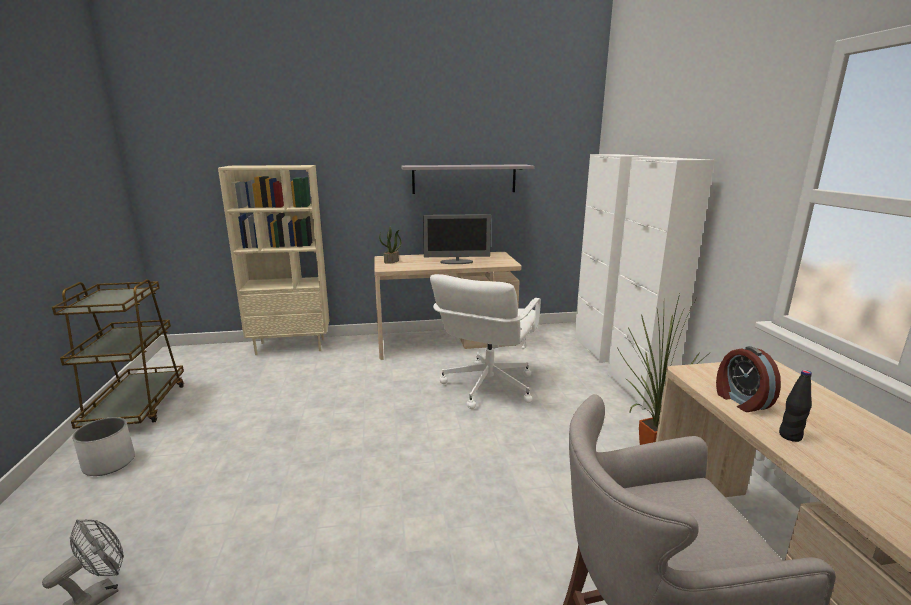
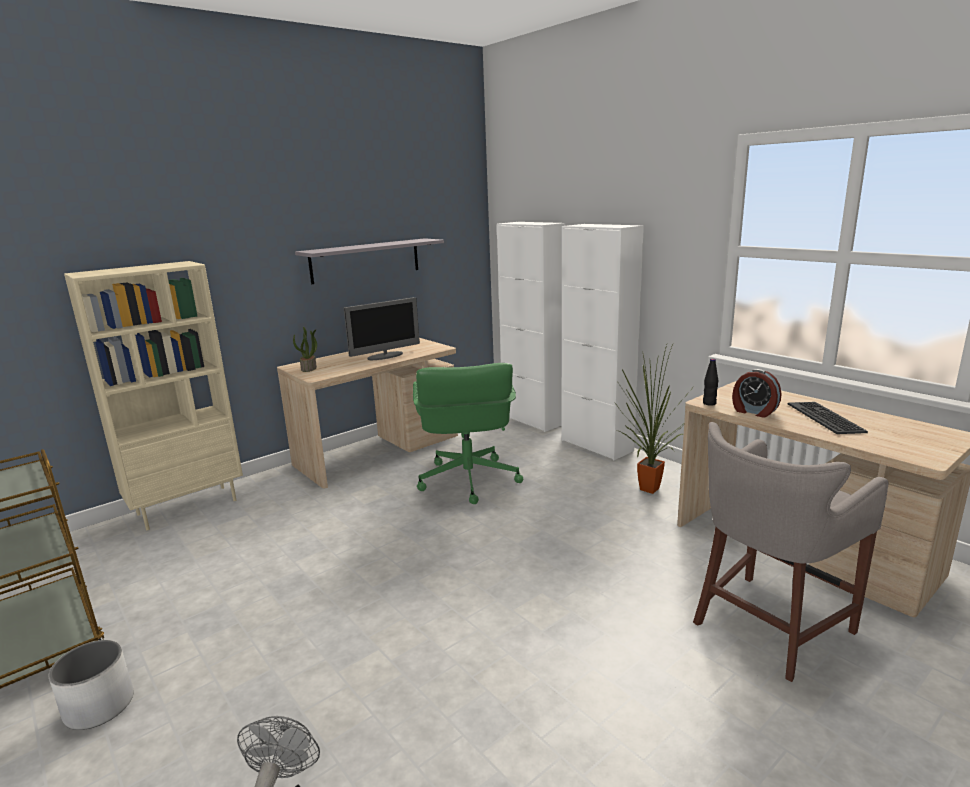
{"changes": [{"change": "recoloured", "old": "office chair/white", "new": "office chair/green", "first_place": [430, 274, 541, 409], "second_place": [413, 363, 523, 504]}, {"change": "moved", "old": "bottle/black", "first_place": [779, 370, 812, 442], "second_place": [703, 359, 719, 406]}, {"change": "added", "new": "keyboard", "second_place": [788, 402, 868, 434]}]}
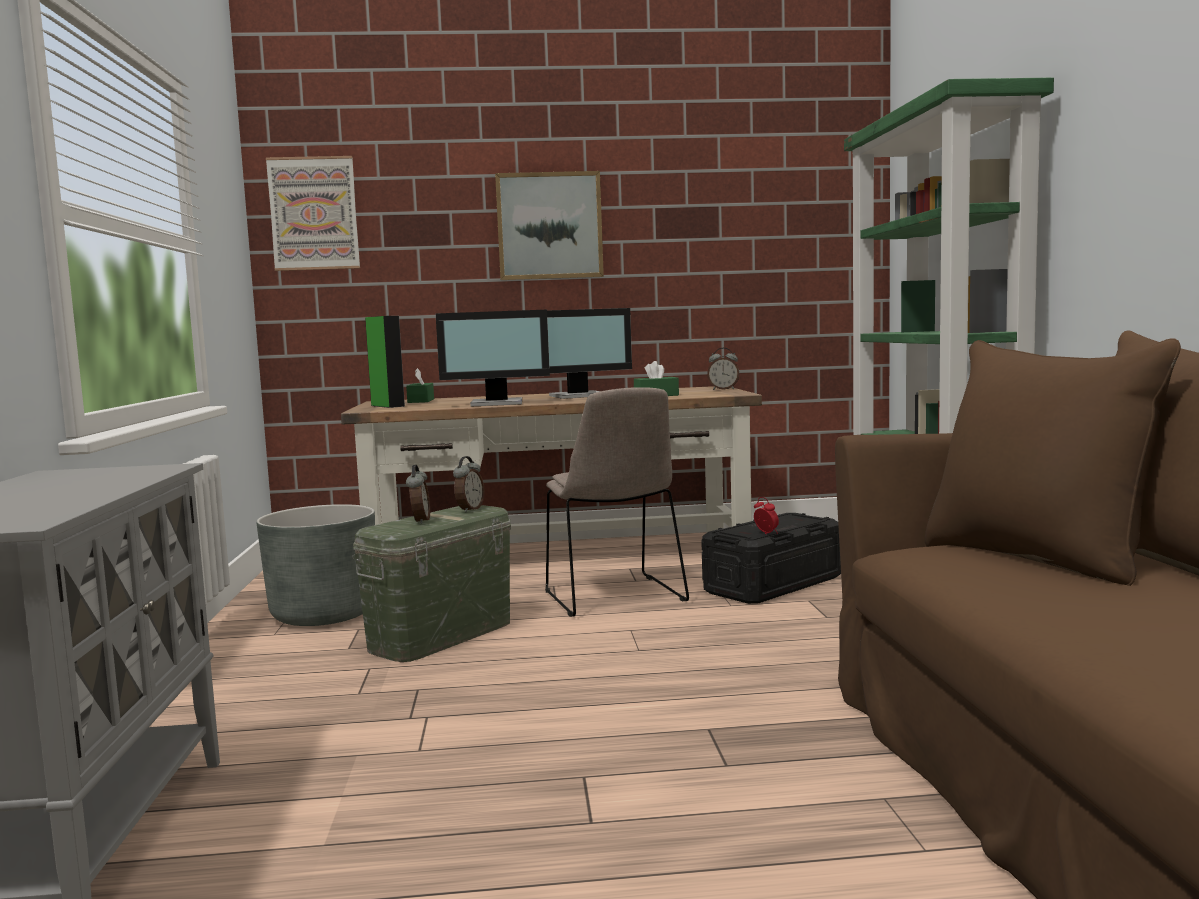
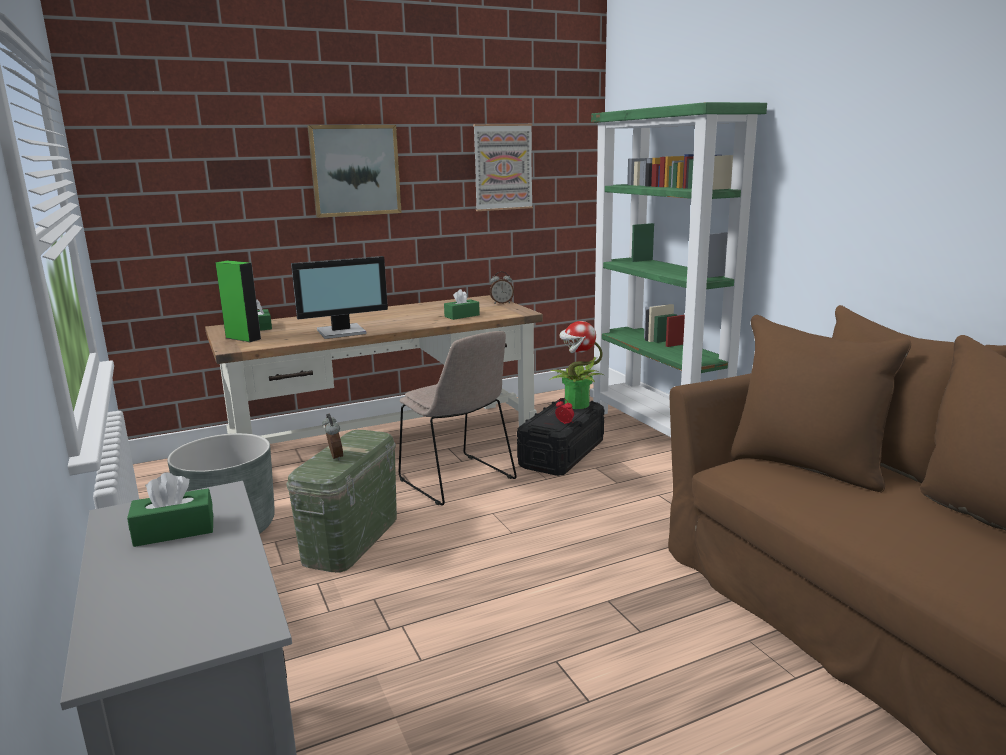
{"changes": [{"change": "added", "new": "tissue box/green", "second_place": [127, 472, 213, 547]}, {"change": "moved", "old": "picture", "first_place": [266, 156, 360, 271], "second_place": [473, 124, 533, 211]}, {"change": "added", "new": "potted plant", "second_place": [550, 321, 604, 409]}, {"change": "removed", "old": "alarm clock", "first_place": [453, 456, 485, 513]}, {"change": "removed", "old": "monitor", "first_place": [547, 308, 632, 399]}]}
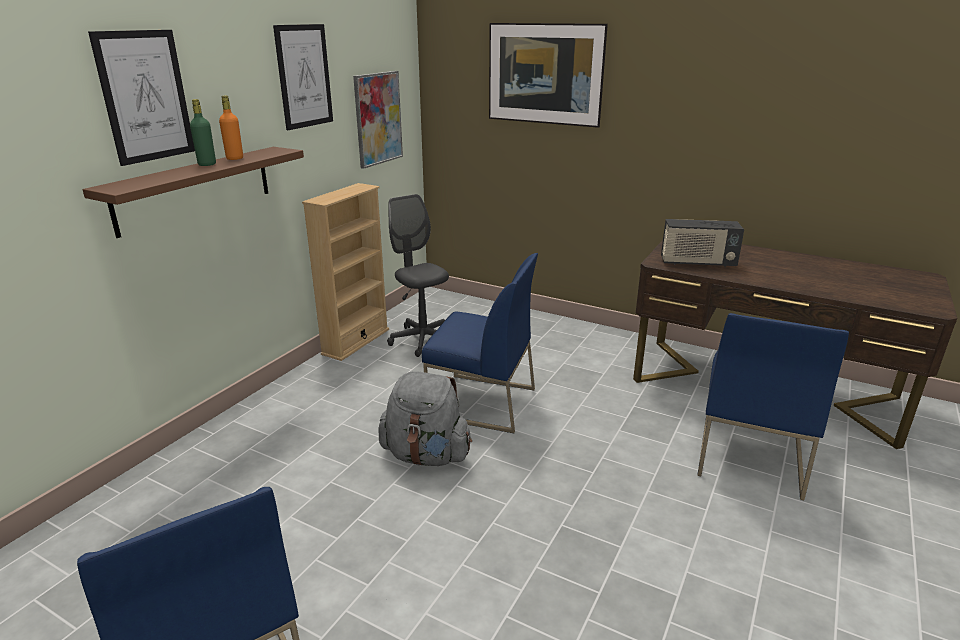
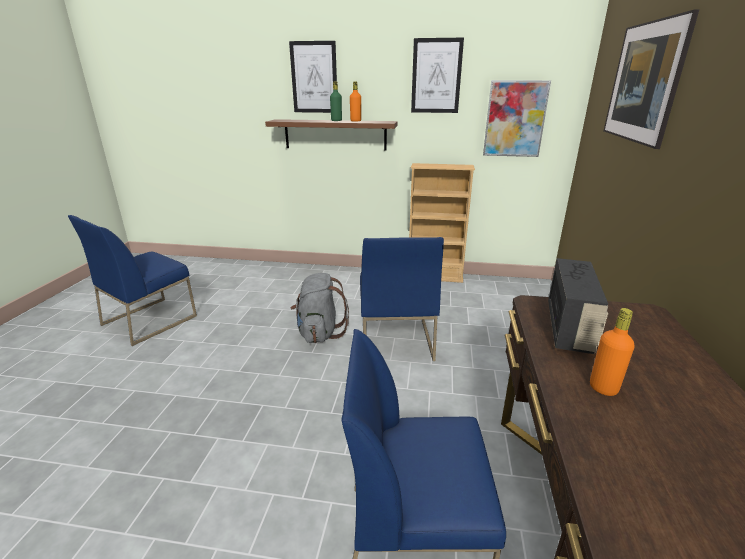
{"changes": [{"change": "turned", "old": "radio", "first_place": [661, 219, 744, 267], "second_place": [548, 258, 608, 354], "degrees": -150}, {"change": "added", "new": "bottle/orange", "second_place": [590, 308, 634, 396]}, {"change": "removed", "old": "office chair/grey", "first_place": [387, 194, 449, 357]}]}
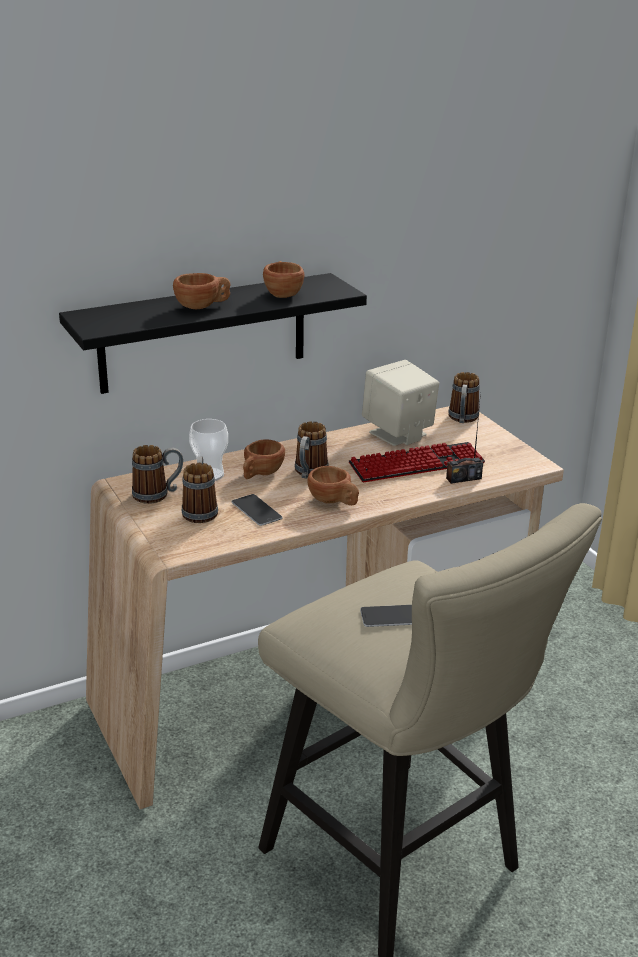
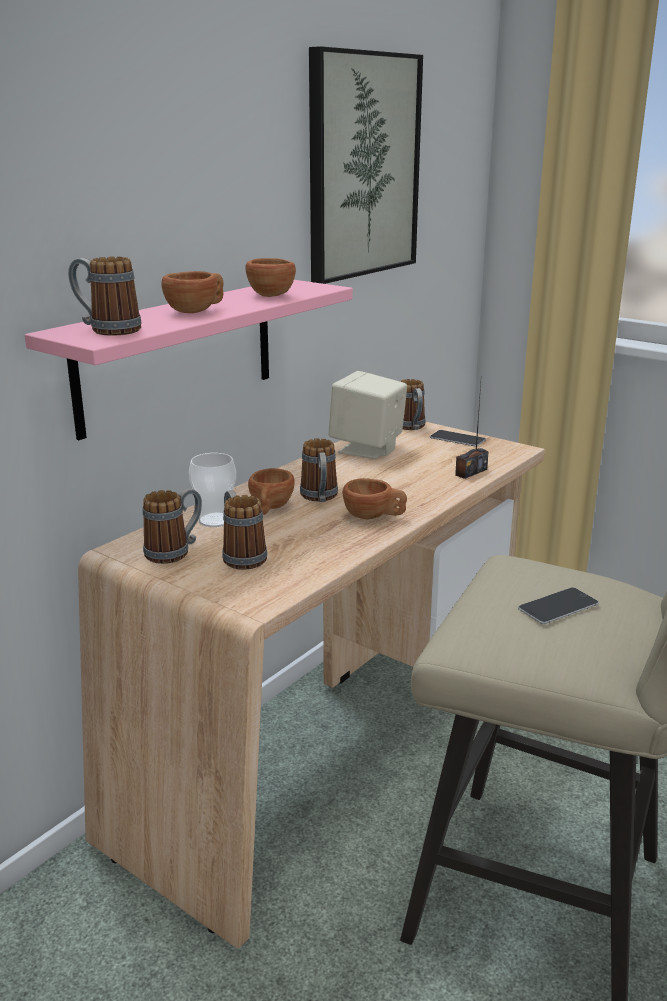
{"changes": [{"change": "recoloured", "old": "shelf/black", "new": "shelf/pink", "first_place": [59, 273, 367, 394], "second_place": [25, 280, 353, 440]}, {"change": "added", "new": "mug", "second_place": [68, 257, 142, 336]}, {"change": "added", "new": "picture", "second_place": [309, 46, 423, 284]}, {"change": "moved", "old": "phone", "first_place": [232, 494, 283, 526], "second_place": [430, 430, 486, 447]}, {"change": "removed", "old": "keyboard", "first_place": [348, 442, 485, 482]}]}
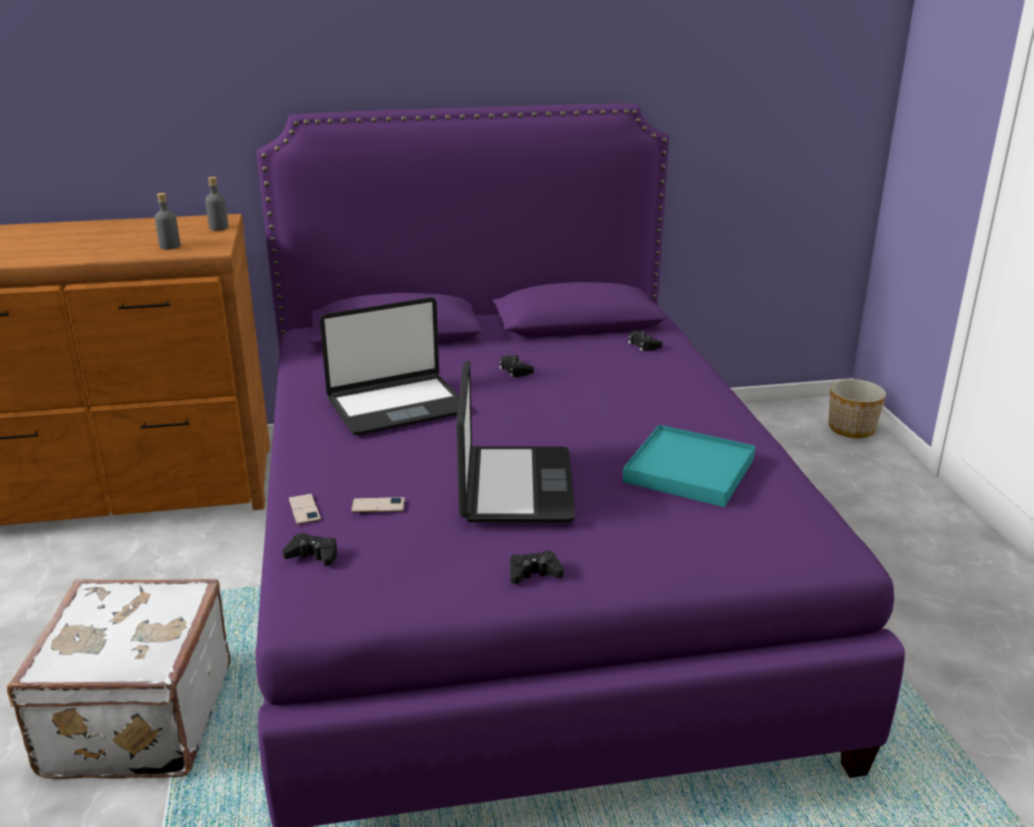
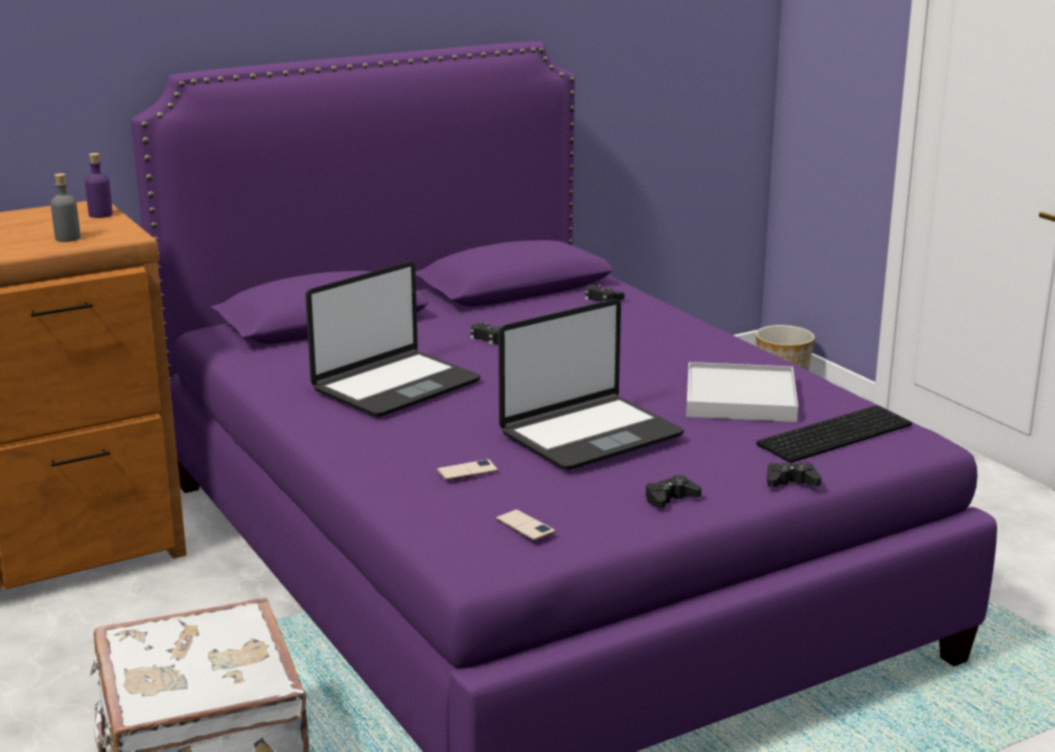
{"changes": [{"change": "recoloured", "old": "bottle/grey", "new": "bottle/purple", "first_place": [205, 177, 229, 231], "second_place": [85, 153, 113, 218]}, {"change": "moved", "old": "phone", "first_place": [289, 493, 321, 525], "second_place": [496, 509, 555, 540]}, {"change": "turned", "old": "laptop", "first_place": [456, 360, 576, 523], "second_place": [498, 299, 684, 470], "degrees": 75}, {"change": "recoloured", "old": "tray/turquoise", "new": "tray/white", "first_place": [622, 425, 755, 507], "second_place": [686, 362, 798, 422]}, {"change": "added", "new": "keyboard", "second_place": [756, 406, 912, 463]}, {"change": "moved", "old": "game controller/black", "first_place": [282, 533, 337, 566], "second_place": [767, 462, 821, 487]}]}
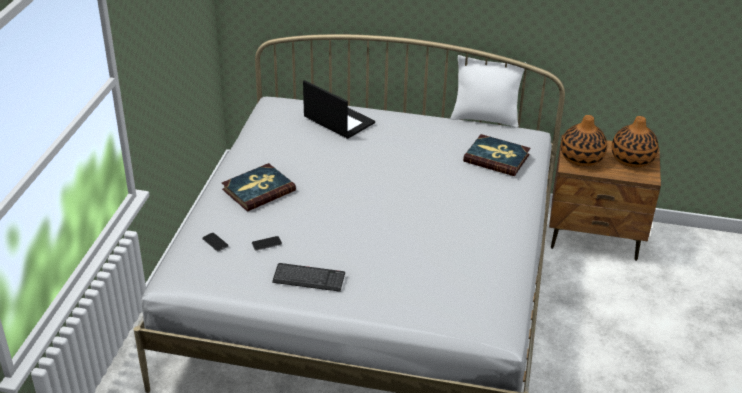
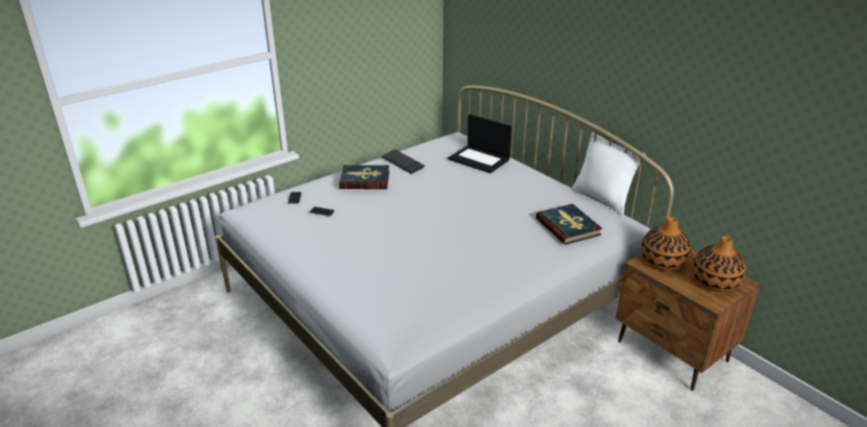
{"changes": [{"change": "moved", "old": "keyboard", "first_place": [272, 263, 345, 292], "second_place": [382, 149, 425, 174]}, {"change": "turned", "old": "laptop", "first_place": [303, 80, 375, 139], "second_place": [448, 114, 512, 173], "degrees": 135}]}
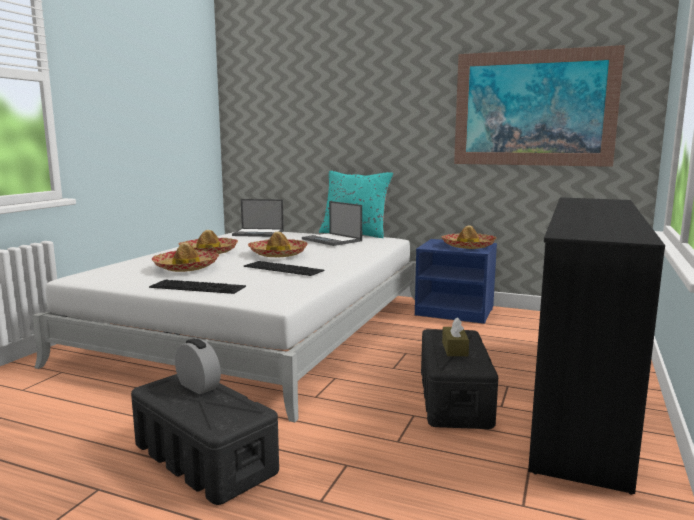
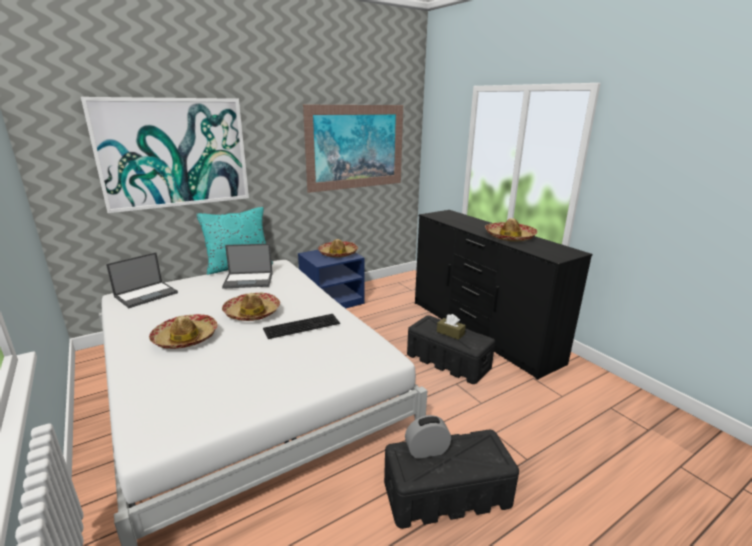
{"changes": [{"change": "added", "new": "picture", "second_place": [81, 97, 249, 213]}, {"change": "moved", "old": "hat", "first_place": [152, 242, 219, 272], "second_place": [485, 218, 538, 242]}, {"change": "removed", "old": "keyboard", "first_place": [149, 280, 246, 294]}]}
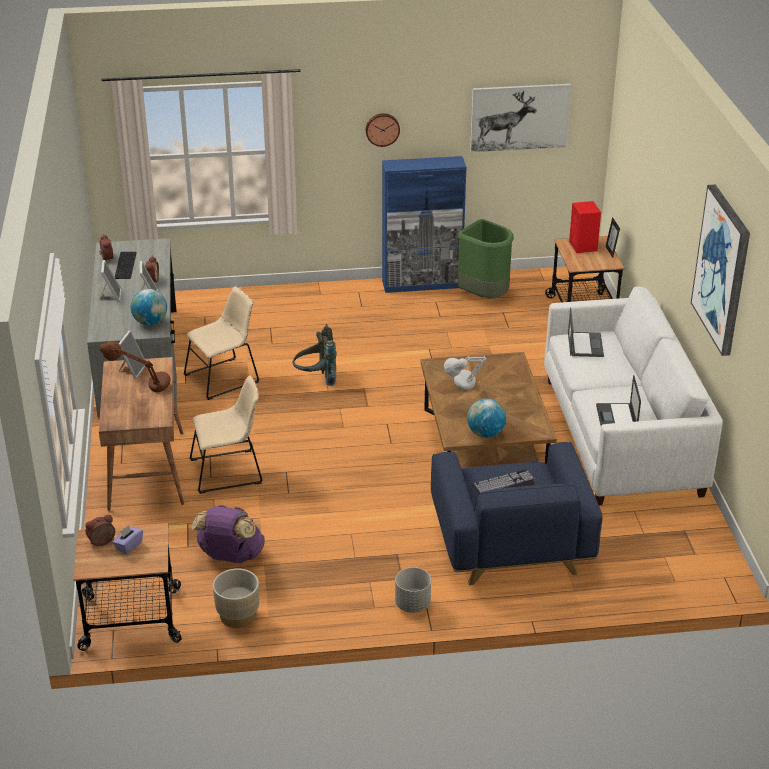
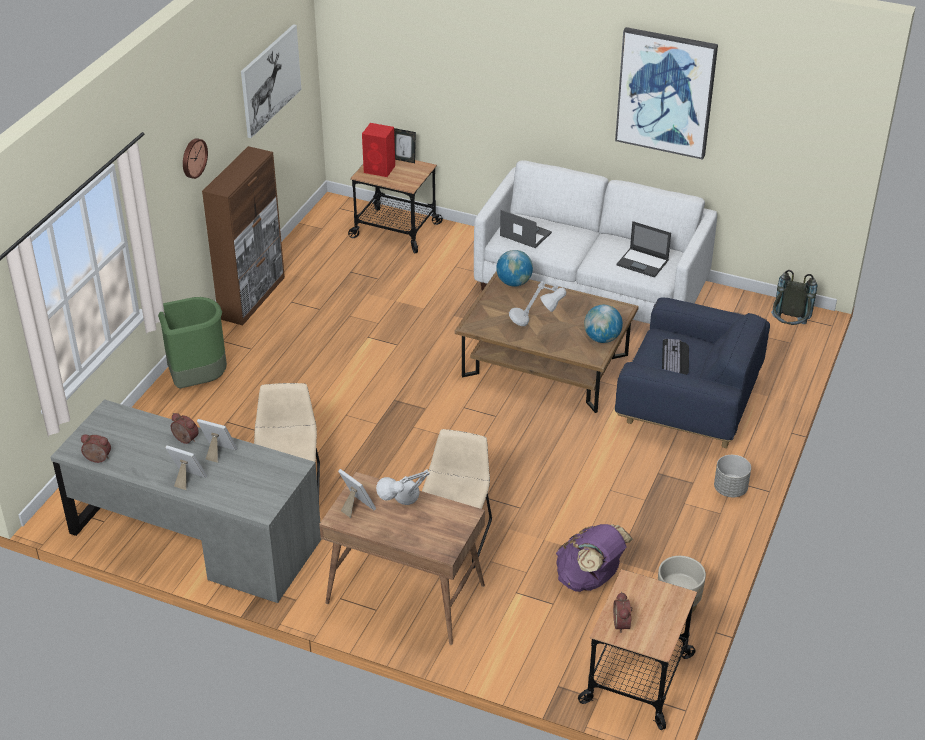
{"changes": [{"change": "moved", "old": "trash can/green", "first_place": [457, 219, 514, 298], "second_place": [158, 297, 227, 389]}, {"change": "recoloured", "old": "cabinet/blue", "new": "cabinet/brown", "first_place": [382, 156, 467, 293], "second_place": [202, 146, 285, 325]}, {"change": "recoloured", "old": "table lamp/brown", "new": "table lamp/grey", "first_place": [100, 341, 171, 392], "second_place": [376, 469, 429, 505]}, {"change": "moved", "old": "globe", "first_place": [131, 289, 167, 325], "second_place": [496, 250, 533, 287]}, {"change": "moved", "old": "backpack/grey", "first_place": [293, 324, 336, 386], "second_place": [771, 270, 817, 325]}, {"change": "removed", "old": "tissue box/purple", "first_place": [112, 525, 143, 554]}, {"change": "removed", "old": "keyboard", "first_place": [115, 252, 136, 279]}]}
